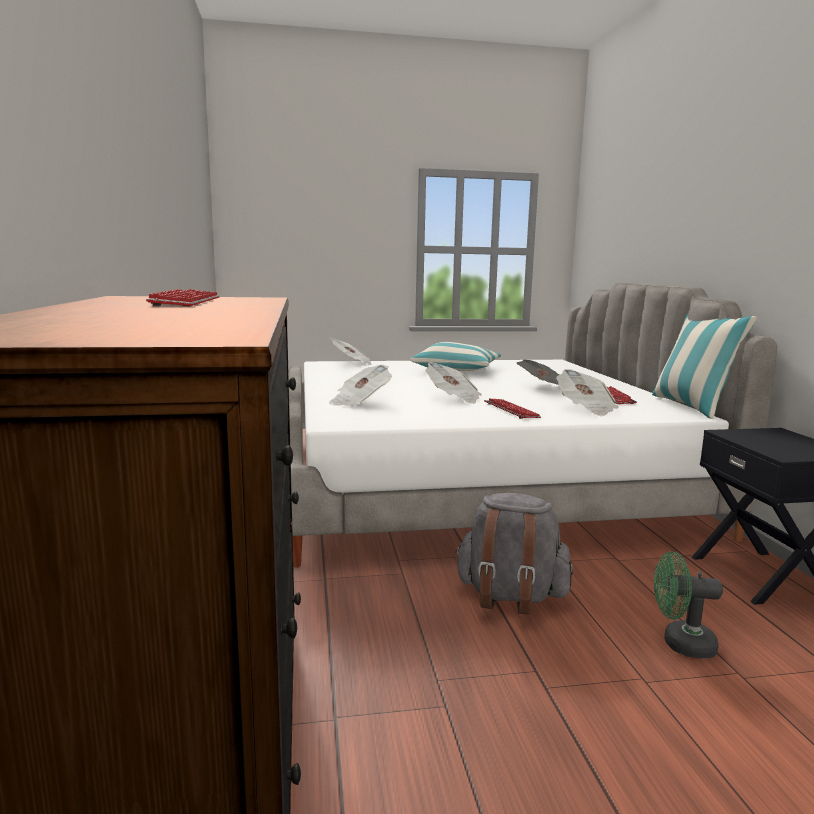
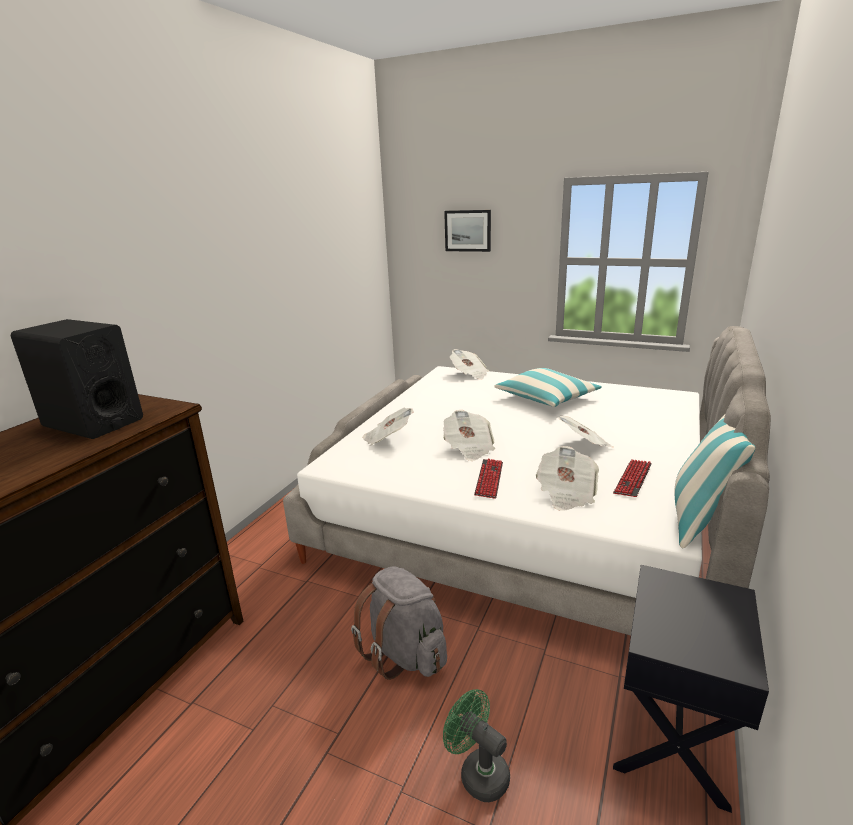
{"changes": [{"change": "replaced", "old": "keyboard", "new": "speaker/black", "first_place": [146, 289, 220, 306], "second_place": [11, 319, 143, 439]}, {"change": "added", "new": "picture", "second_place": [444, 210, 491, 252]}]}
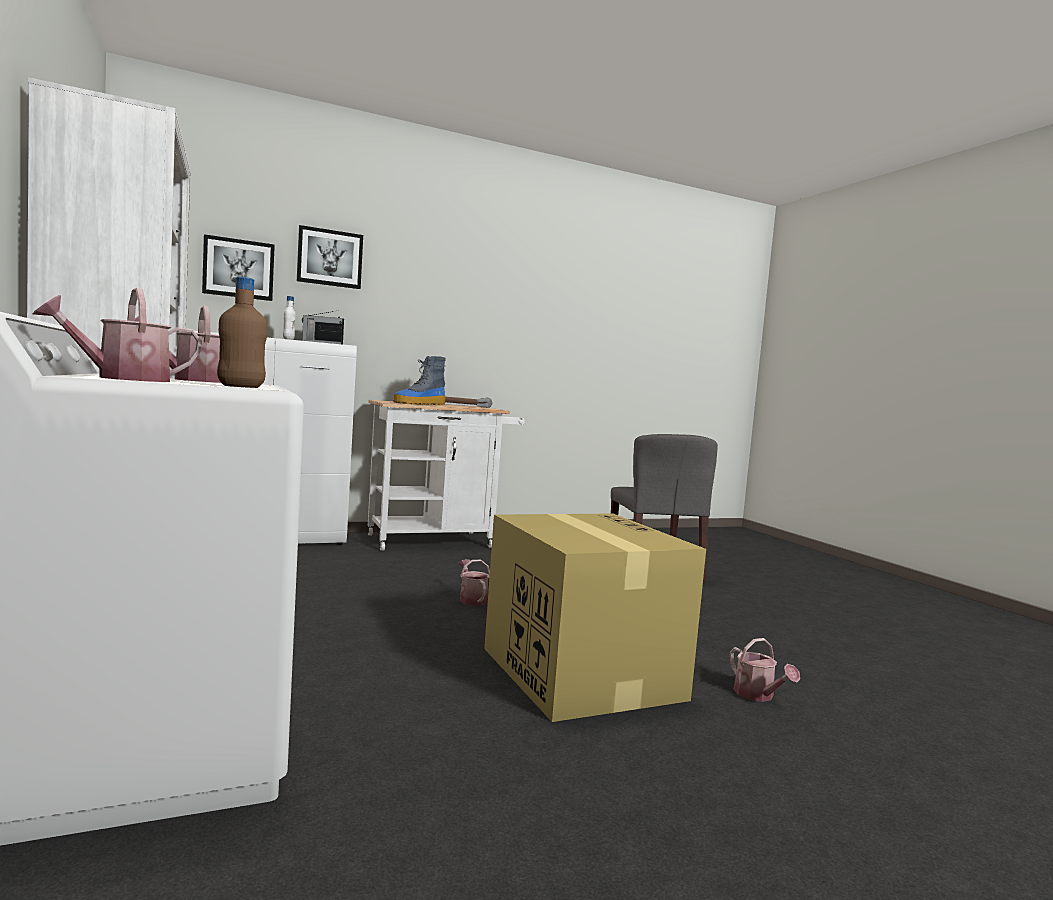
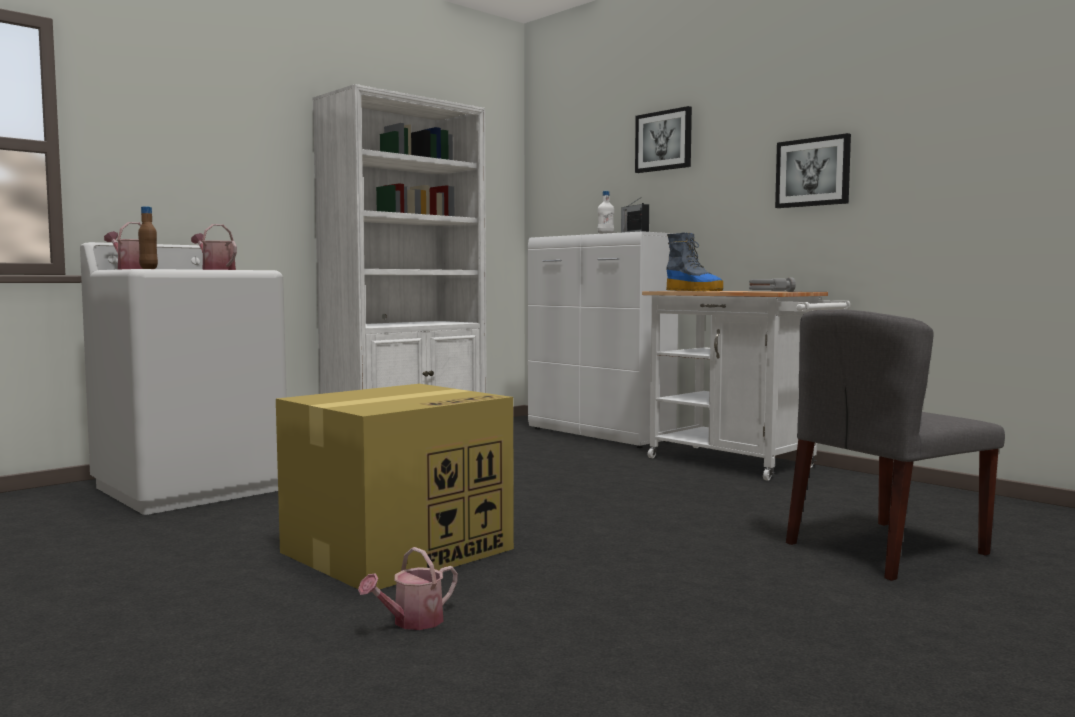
{"changes": [{"change": "turned", "old": "boot", "first_place": [393, 356, 446, 405], "second_place": [666, 232, 723, 291], "degrees": -150}, {"change": "moved", "old": "picture", "first_place": [202, 234, 275, 301], "second_place": [775, 133, 851, 208]}, {"change": "removed", "old": "watering can", "first_place": [459, 559, 490, 606]}]}
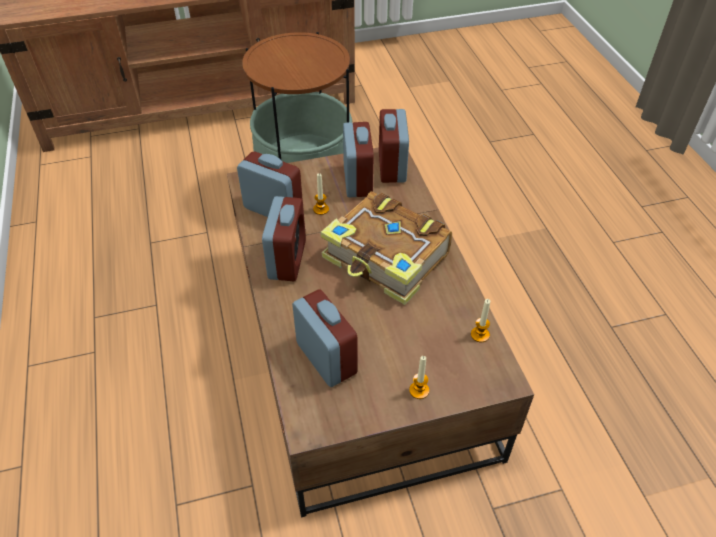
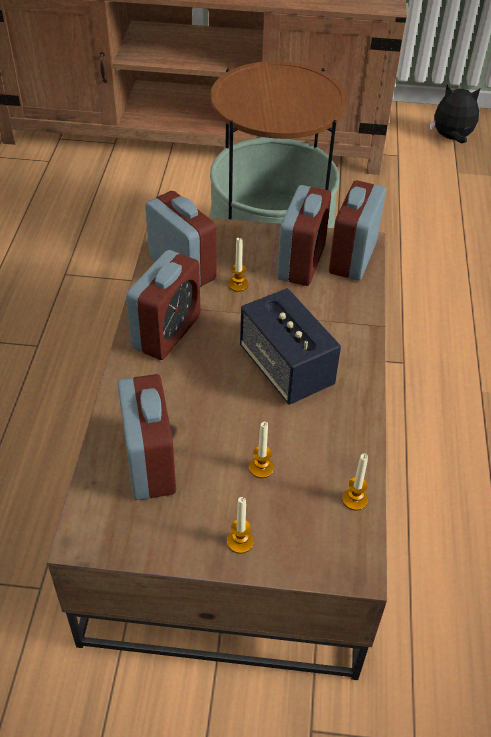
{"changes": [{"change": "replaced", "old": "book", "new": "speaker", "first_place": [321, 192, 452, 305], "second_place": [240, 288, 341, 405]}, {"change": "added", "new": "candle", "second_place": [249, 421, 274, 478]}, {"change": "added", "new": "plush toy", "second_place": [430, 85, 480, 143]}]}
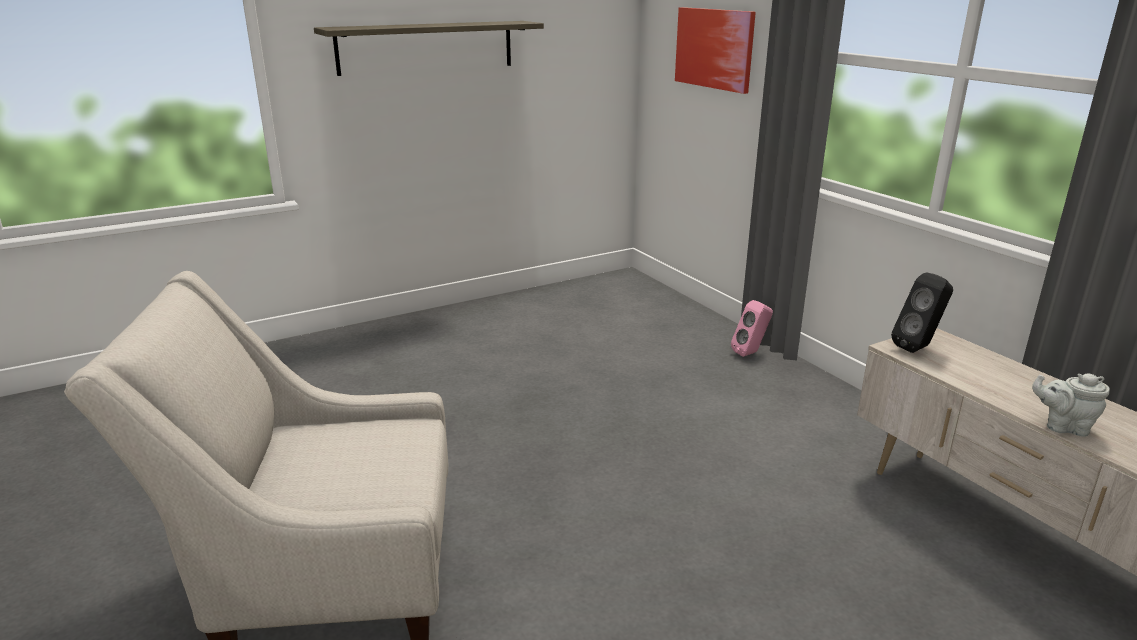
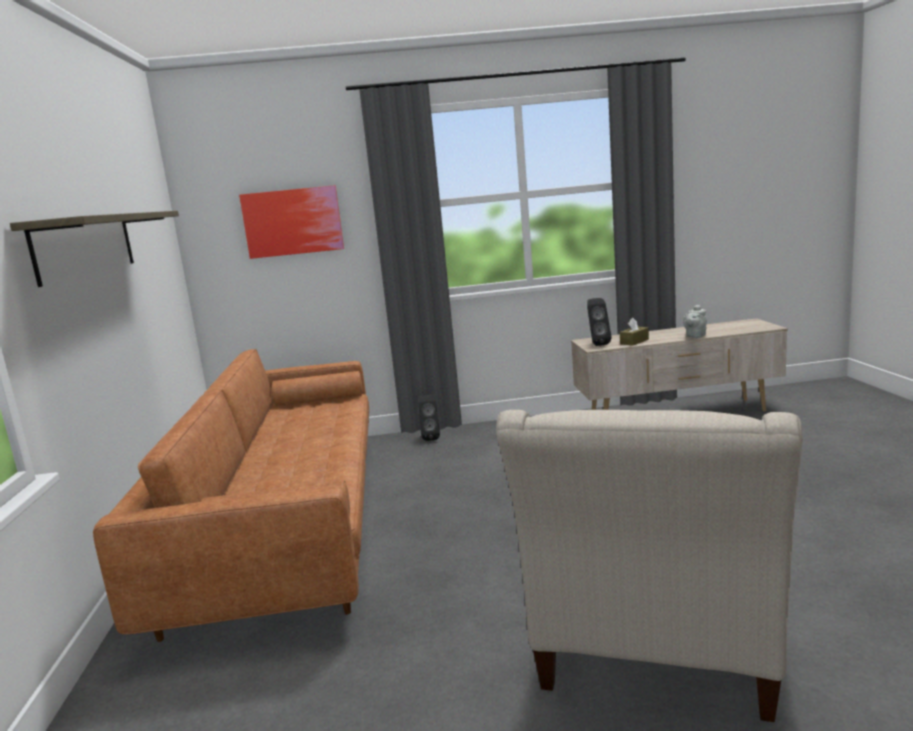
{"changes": [{"change": "added", "new": "sofa/brown", "second_place": [93, 349, 369, 642]}, {"change": "recoloured", "old": "speaker/pink", "new": "speaker/black", "first_place": [731, 300, 773, 357], "second_place": [418, 395, 440, 441]}, {"change": "added", "new": "tissue box/brown", "second_place": [620, 318, 649, 346]}]}
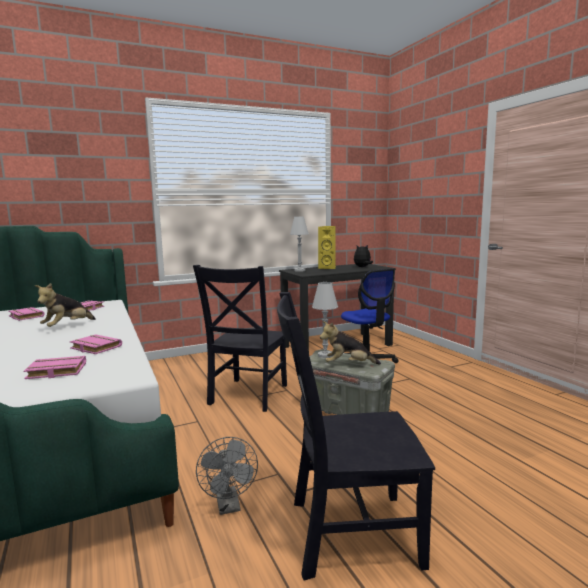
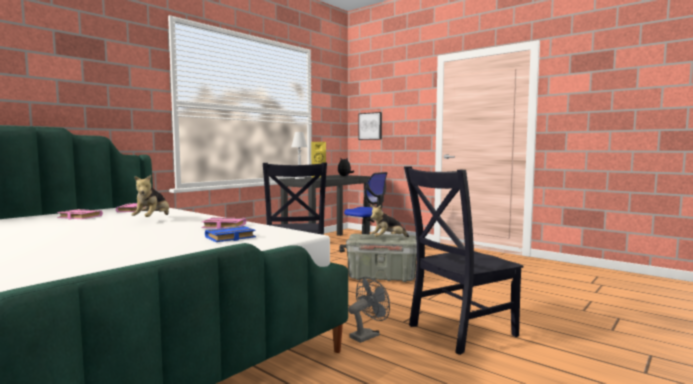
{"changes": [{"change": "recoloured", "old": "book/pink", "new": "book/blue", "first_place": [23, 356, 86, 379], "second_place": [205, 226, 256, 242]}, {"change": "turned", "old": "fan/grey", "first_place": [196, 437, 258, 515], "second_place": [348, 276, 390, 343], "degrees": -90}, {"change": "added", "new": "picture", "second_place": [358, 112, 382, 140]}, {"change": "removed", "old": "table lamp/white", "first_place": [312, 282, 338, 358]}]}
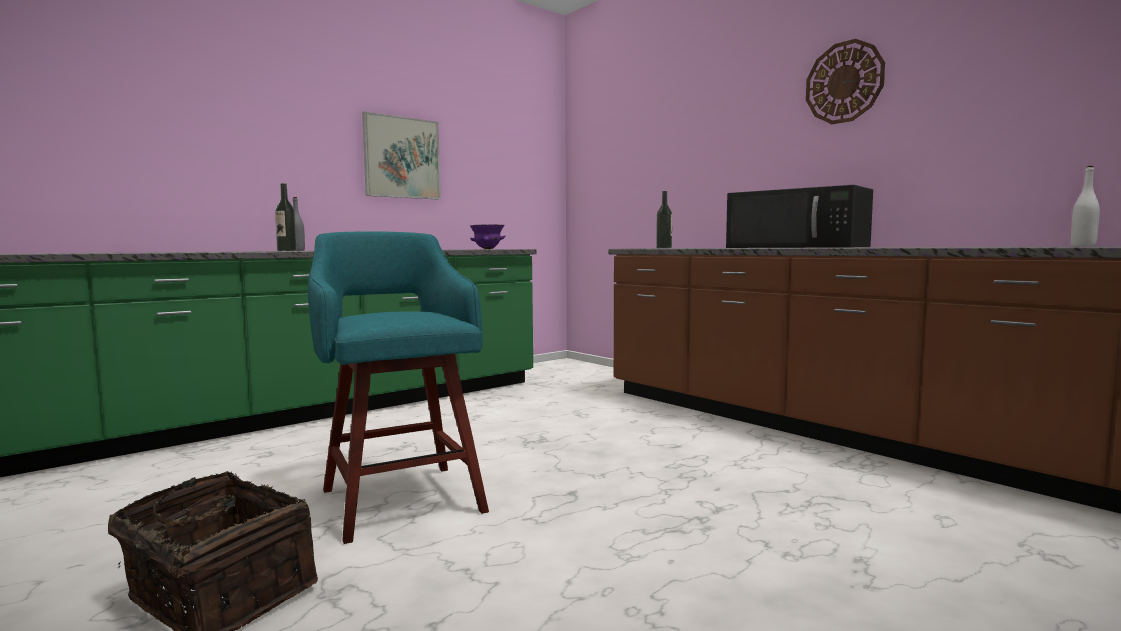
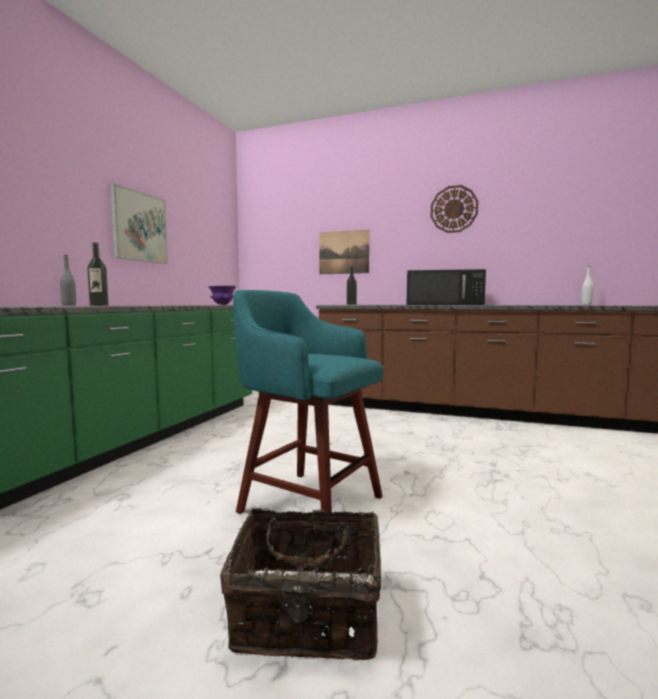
{"changes": [{"change": "added", "new": "picture", "second_place": [319, 229, 370, 274]}]}
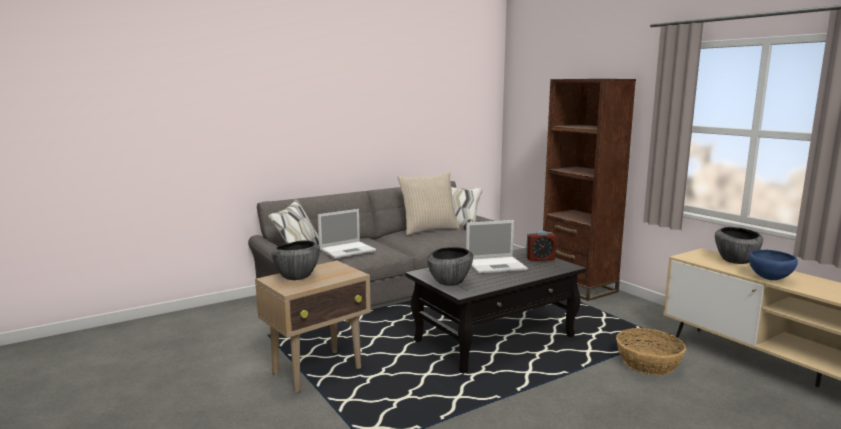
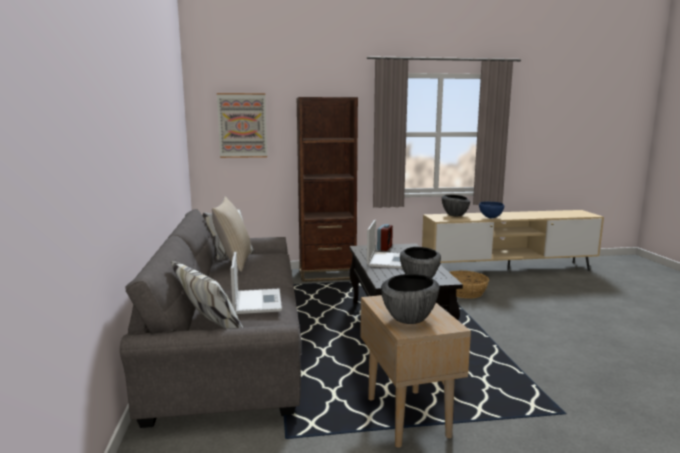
{"changes": [{"change": "added", "new": "picture", "second_place": [217, 93, 267, 158]}]}
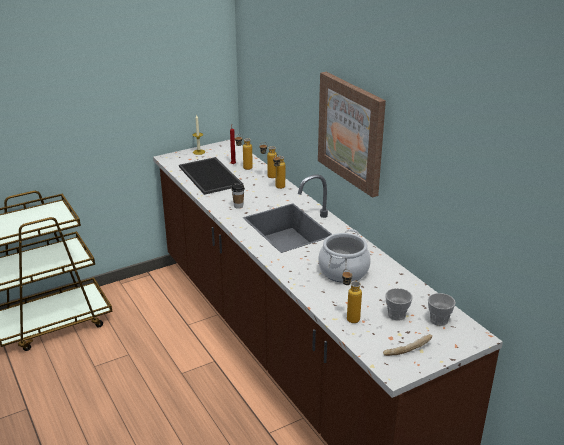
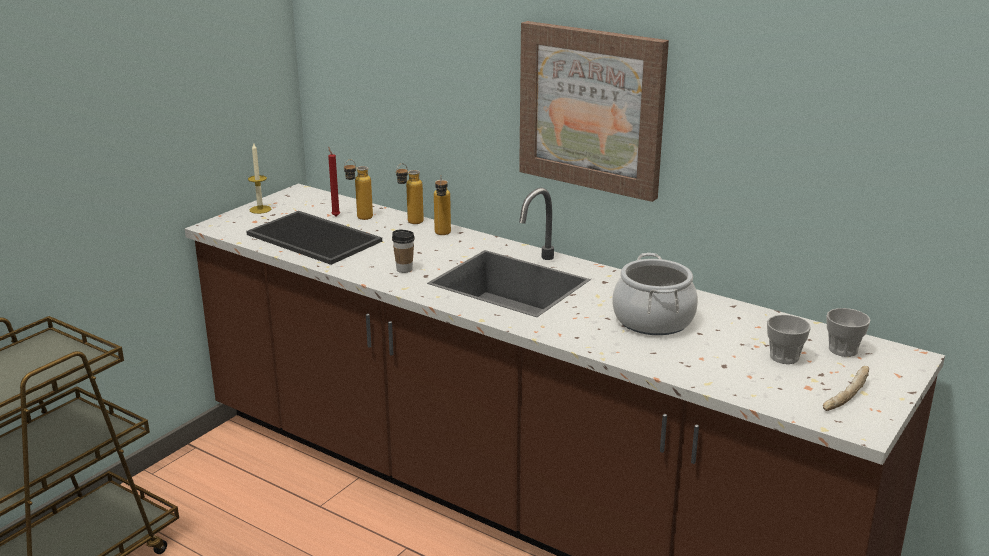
{"changes": [{"change": "removed", "old": "bottle", "first_place": [342, 269, 362, 323]}]}
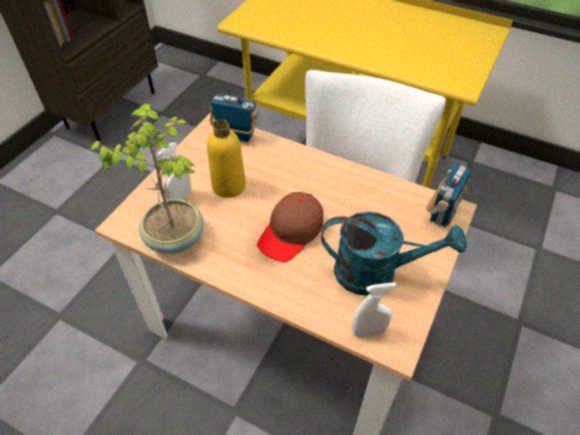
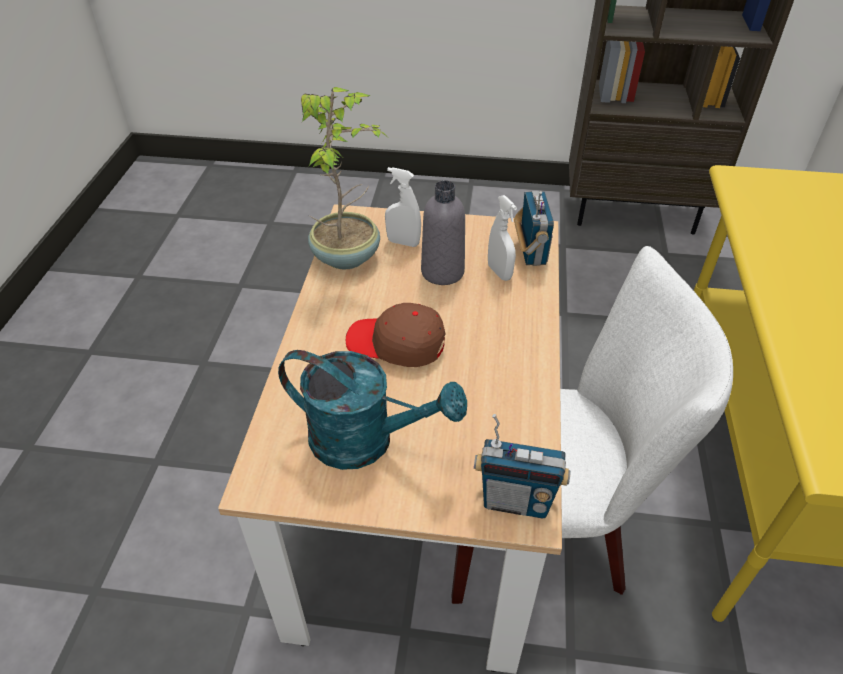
{"changes": [{"change": "turned", "old": "watering can/turquoise", "first_place": [321, 211, 467, 296], "second_place": [278, 350, 467, 470], "degrees": -60}, {"change": "recoloured", "old": "bottle/yellow", "new": "bottle/grey", "first_place": [207, 119, 246, 198], "second_place": [421, 180, 465, 285]}, {"change": "moved", "old": "spray bottle/white", "first_place": [352, 283, 396, 337], "second_place": [488, 195, 517, 281]}]}
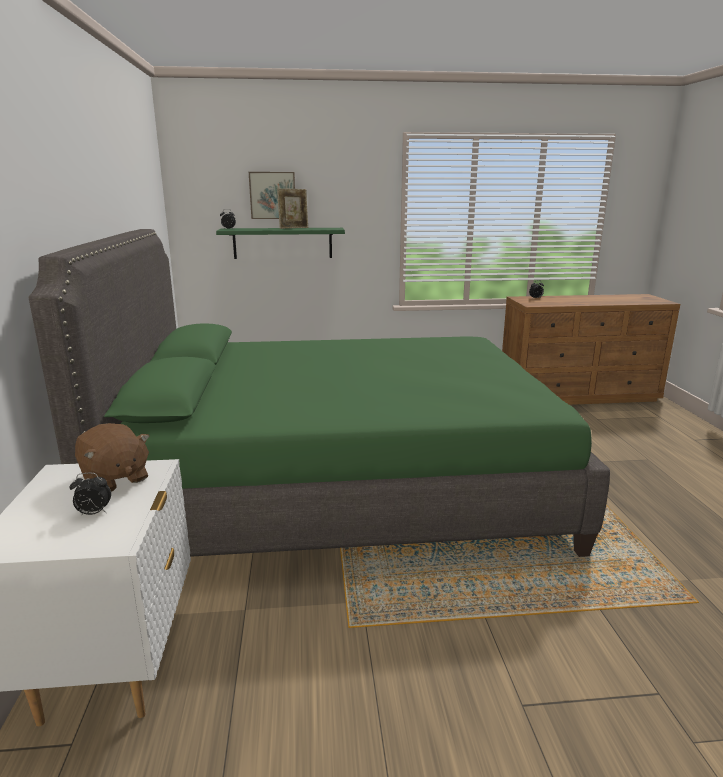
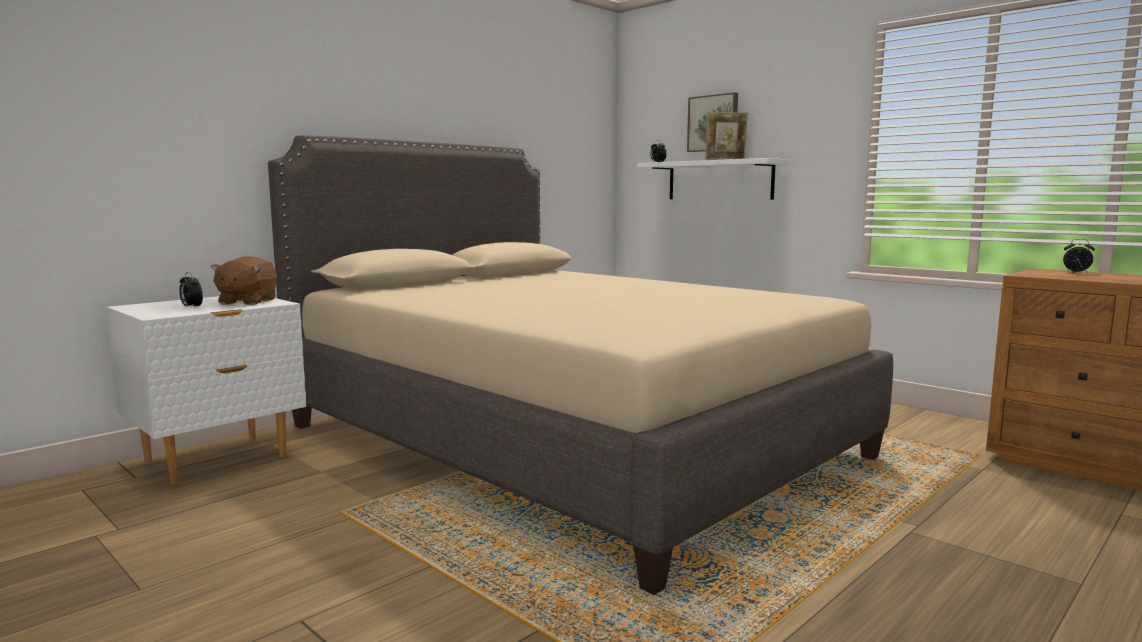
{"changes": [{"change": "recoloured", "old": "bed/green", "new": "bed/beige", "first_place": [29, 229, 610, 557], "second_place": [268, 135, 893, 595]}, {"change": "recoloured", "old": "shelf/green", "new": "shelf/white", "first_place": [216, 228, 345, 259], "second_place": [637, 158, 789, 200]}]}
